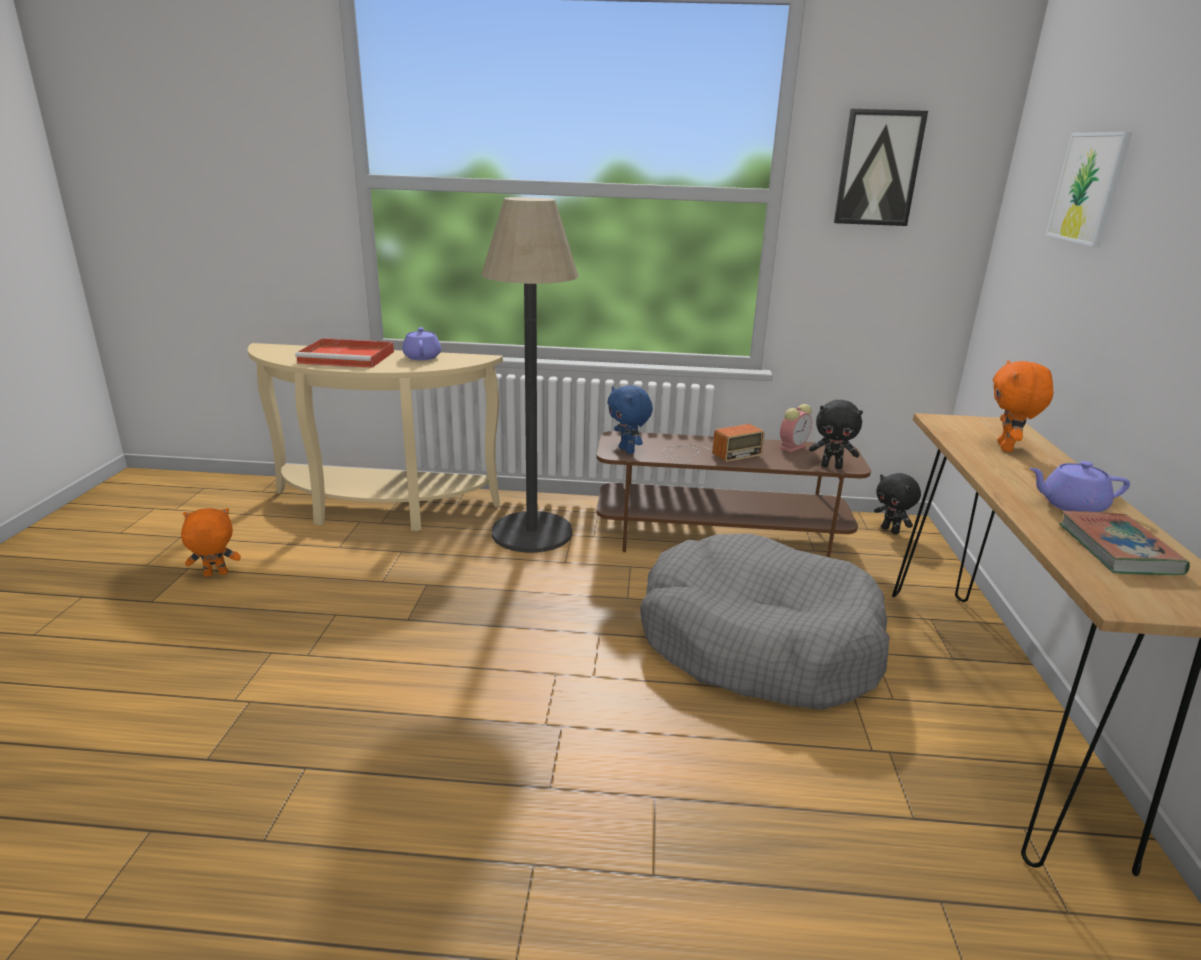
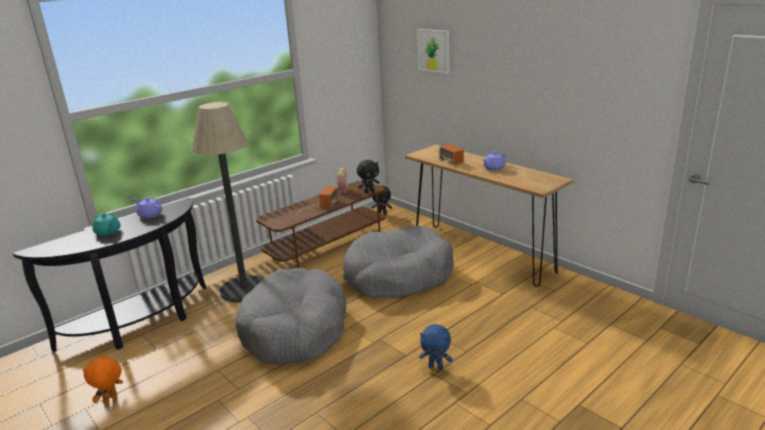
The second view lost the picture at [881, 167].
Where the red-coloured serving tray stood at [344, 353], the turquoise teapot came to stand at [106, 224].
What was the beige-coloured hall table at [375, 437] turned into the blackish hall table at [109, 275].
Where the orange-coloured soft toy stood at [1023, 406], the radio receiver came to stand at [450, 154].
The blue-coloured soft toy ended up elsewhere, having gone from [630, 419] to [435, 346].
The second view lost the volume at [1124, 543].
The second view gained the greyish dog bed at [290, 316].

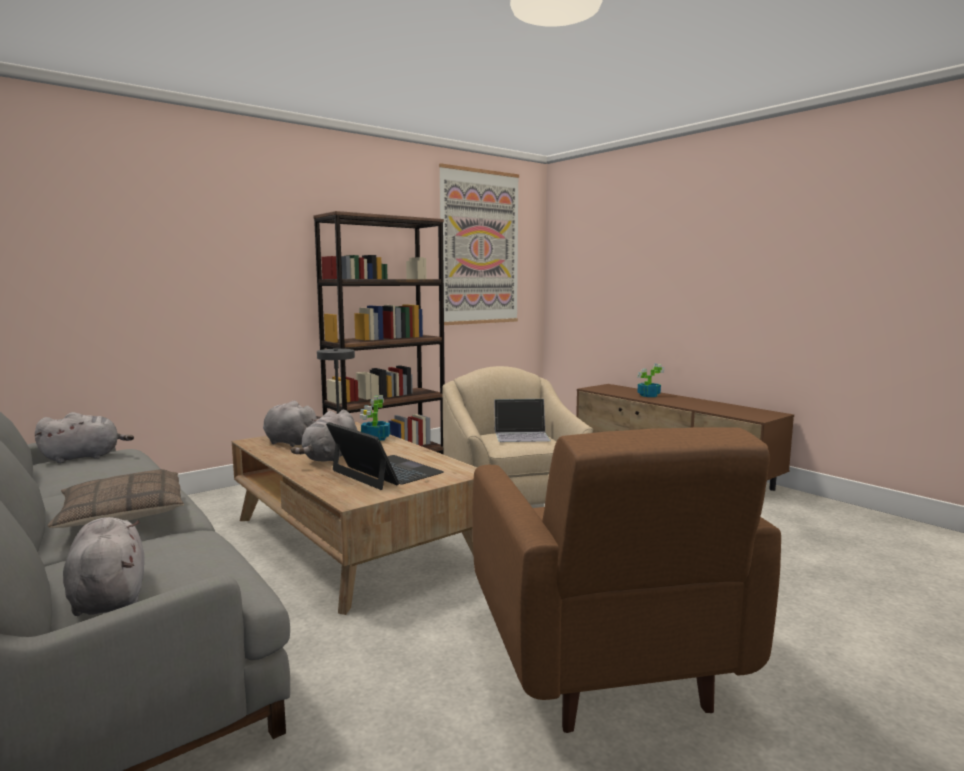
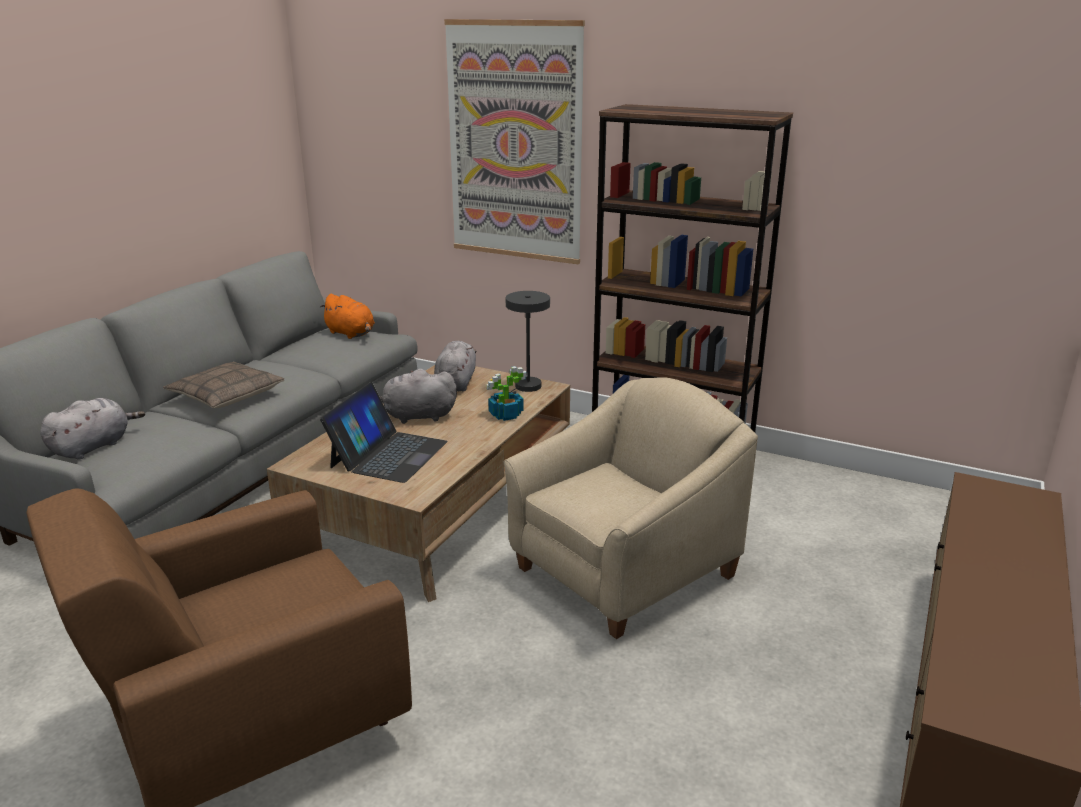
The picture ended up elsewhere, having gone from [479, 244] to [514, 141].
The second view lost the houseplant at [651, 380].
The second view lost the notebook computer at [522, 420].
What was the greyish soft toy at [84, 437] turned into the orange-coloured soft toy at [347, 316].

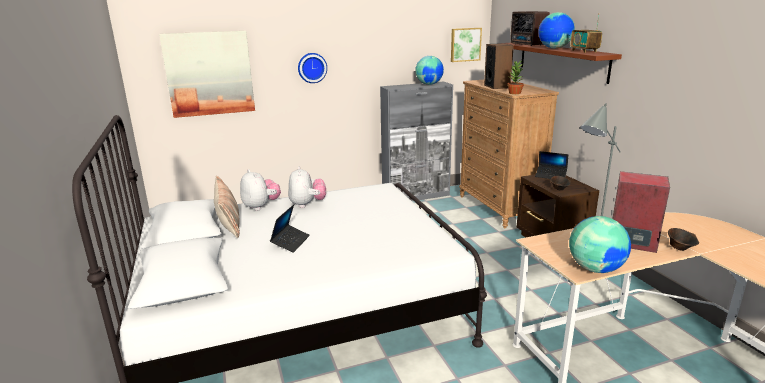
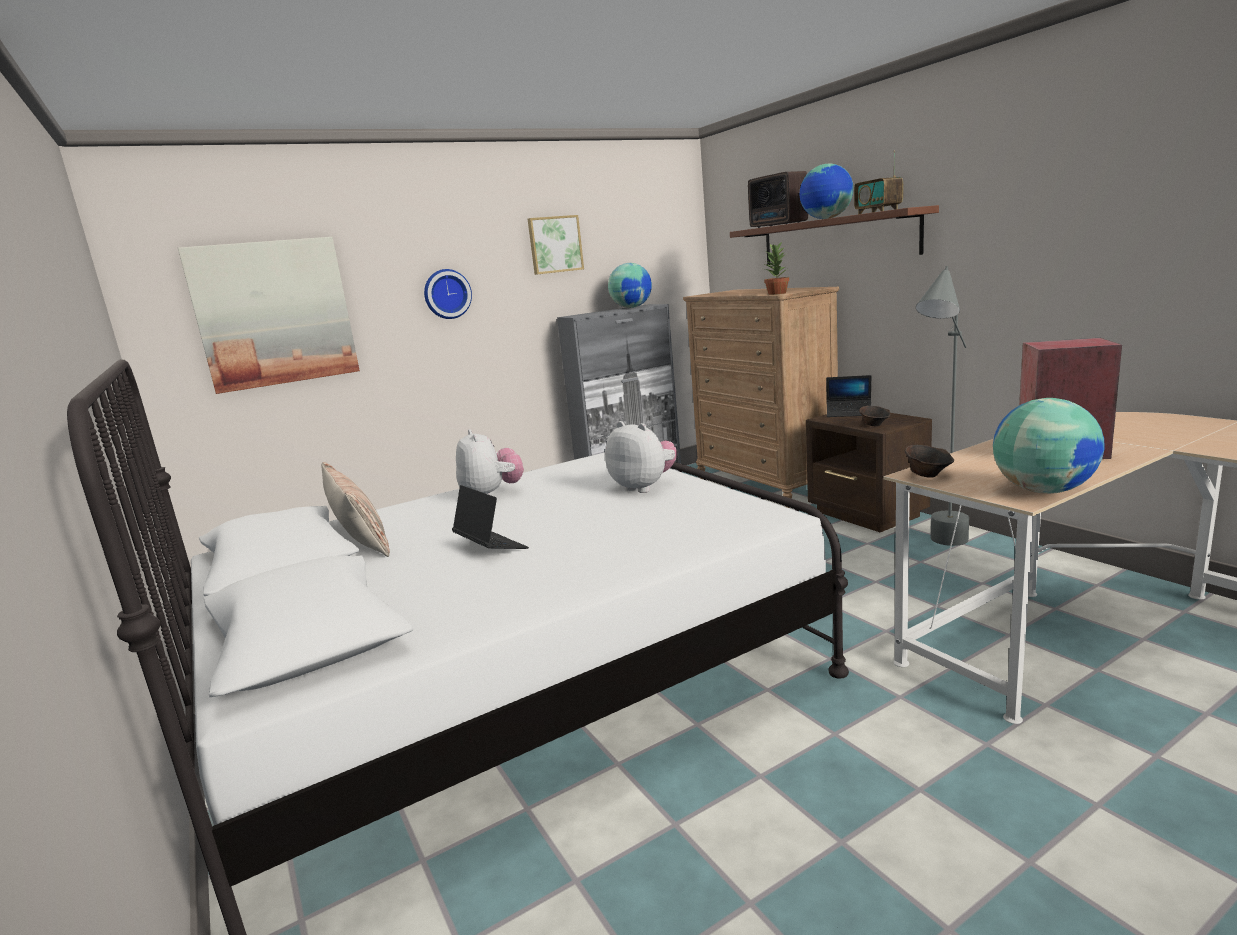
The picture ended up elsewhere, having gone from [466, 45] to [556, 245].
The second view lost the speaker at [499, 66].
The soft toy ended up elsewhere, having gone from [260, 190] to [641, 457].
The notebook computer at [290, 228] ended up facing another way, 45 degrees counterclockwise from before.
The brownish bowl ended up elsewhere, having gone from [683, 239] to [929, 461].

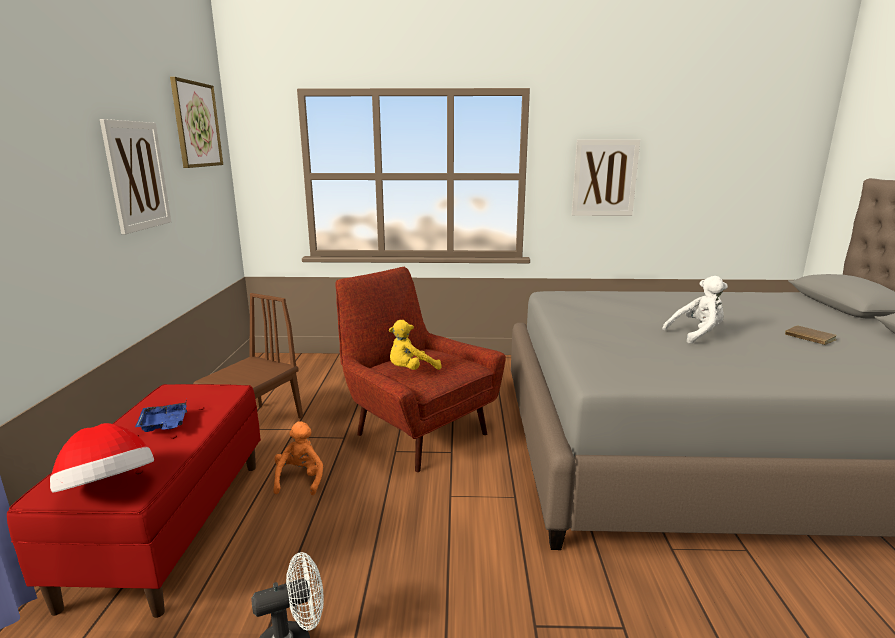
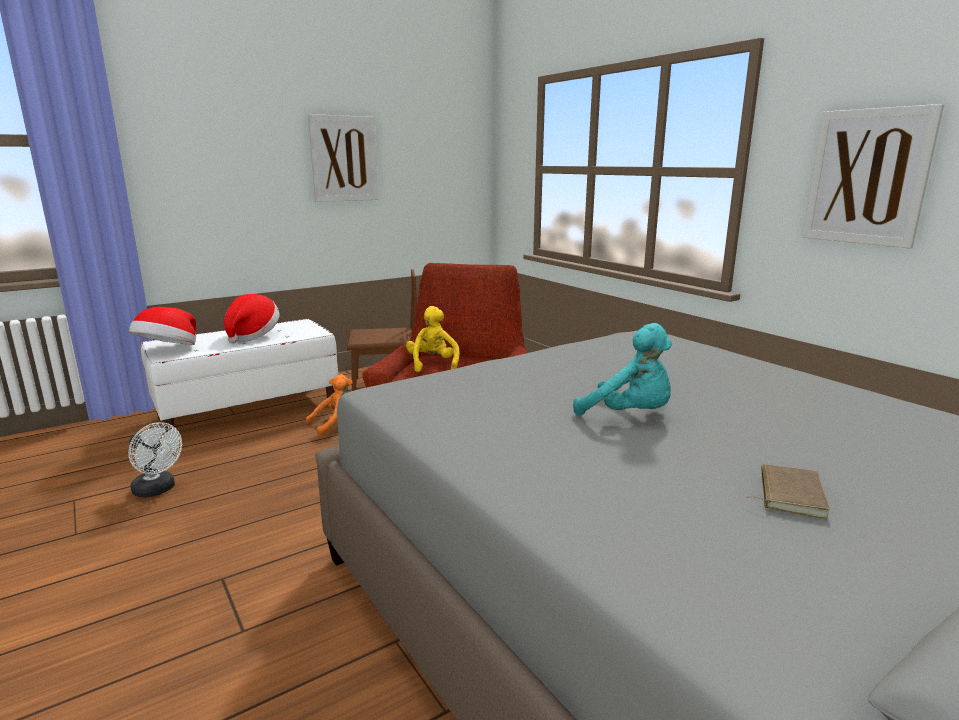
The second view lost the picture at [196, 122].
What was the white-coloured soft toy at [695, 310] turned into the turquoise soft toy at [622, 369].
The yellow-coloured soft toy at [415, 345] ended up facing another way, 60 degrees clockwise from before.
What was the red-coloured bench at [134, 501] turned into the white-coloured bench at [239, 376].
Where the blue-coloured serving tray stood at [161, 415], the clothing hat came to stand at [252, 319].

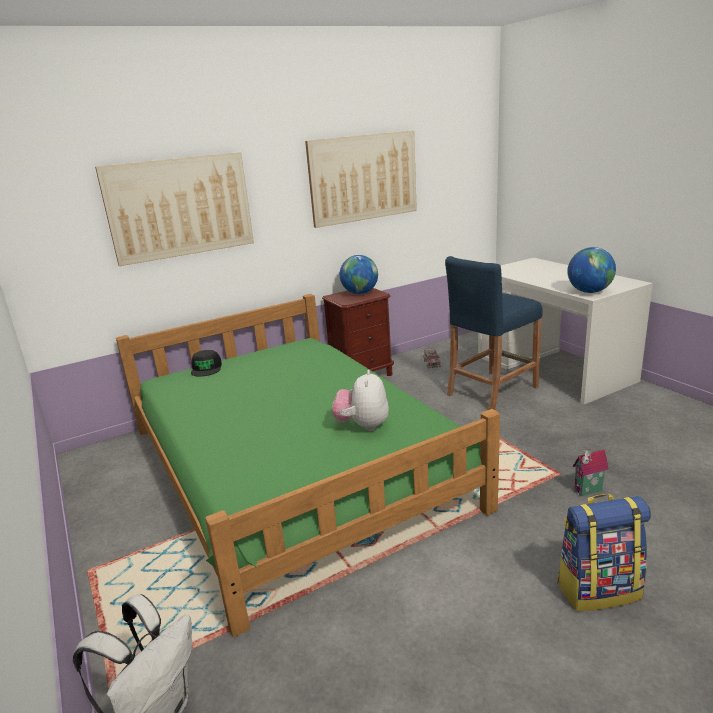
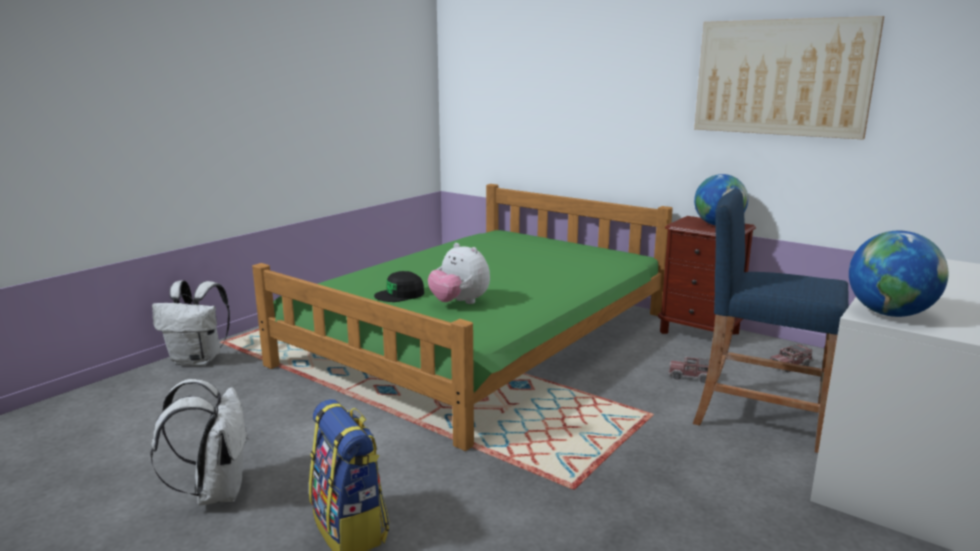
The second view lost the picture at [174, 209].
The blackish peaked cap ended up elsewhere, having gone from [206, 363] to [399, 286].
The soft toy at [360, 400] ended up facing another way, 120 degrees counterclockwise from before.
The second view lost the miniature house at [590, 472].
The second view gained the toy truck at [689, 369].
The second view gained the white-coloured knapsack at [199, 442].

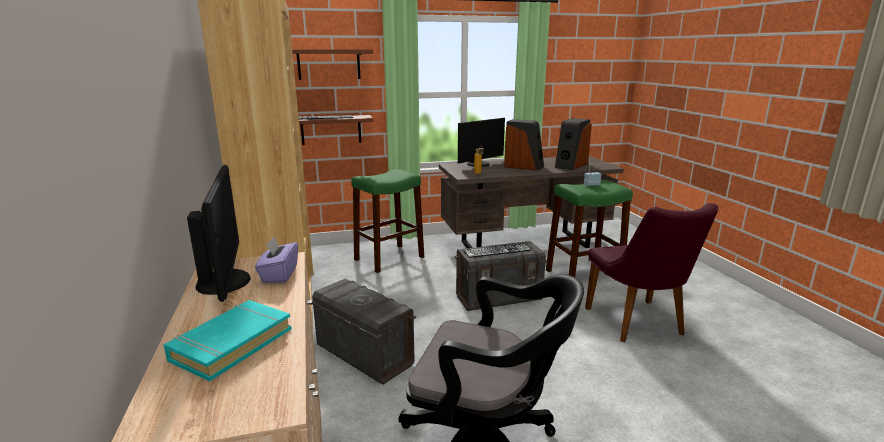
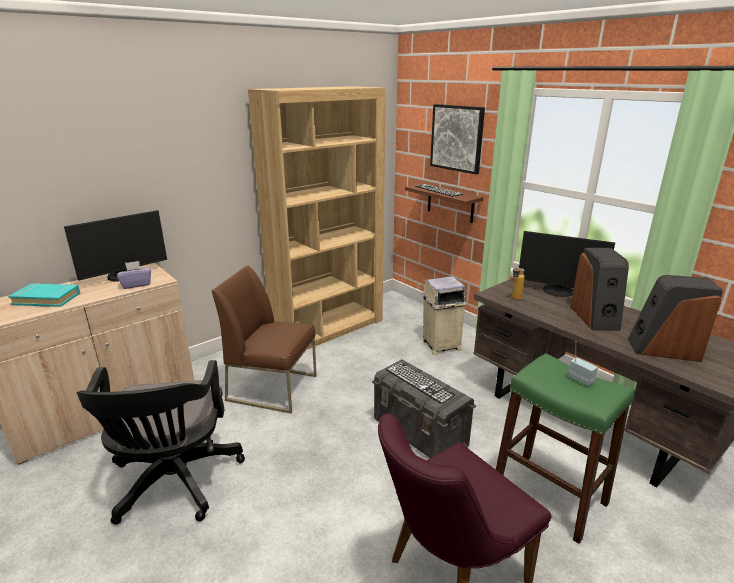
Where the brownish shelf hung at [332, 65], the picture came to hang at [457, 139].
Where the greenish stool seat stood at [387, 221], the beige-coloured rubbish bin came to stand at [444, 315].
Where the greyish storage bin stood at [364, 332], the brownish chair came to stand at [264, 339].

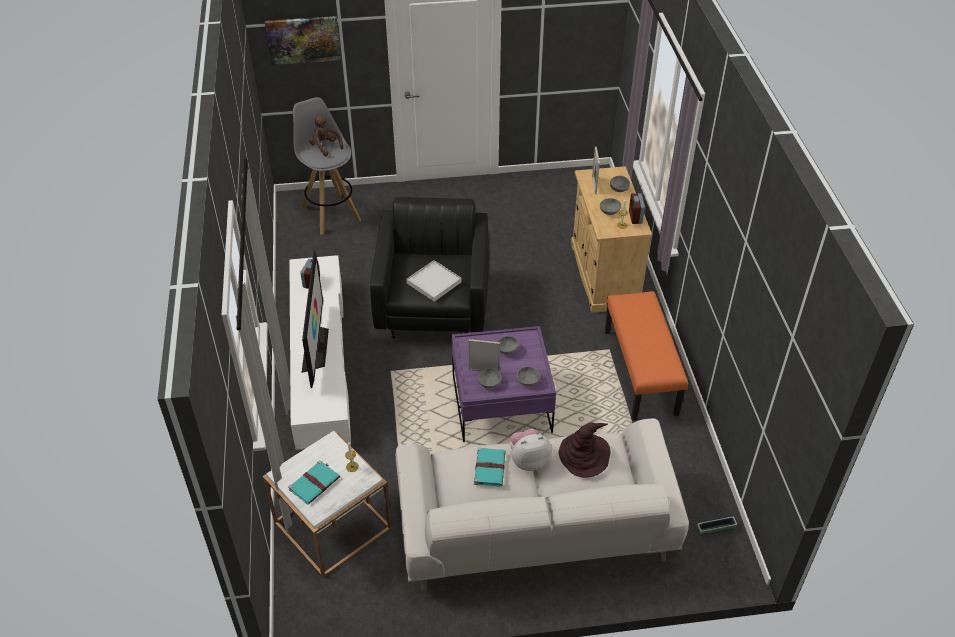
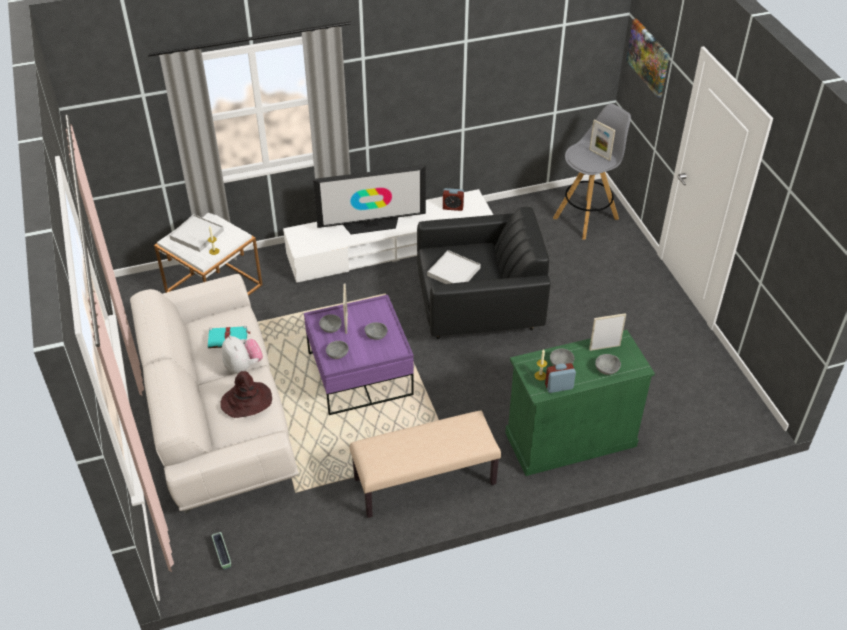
Where the brownish soft toy stood at [326, 136], the standing frame came to stand at [602, 140].
What was the beige-coloured cupboard at [611, 239] turned into the greenish cupboard at [580, 403].
What was the orange-coloured bench at [646, 356] turned into the beige-coloured bench at [425, 464].
Where the turquoise volume stood at [314, 482], the white-coloured serving tray came to stand at [196, 233].

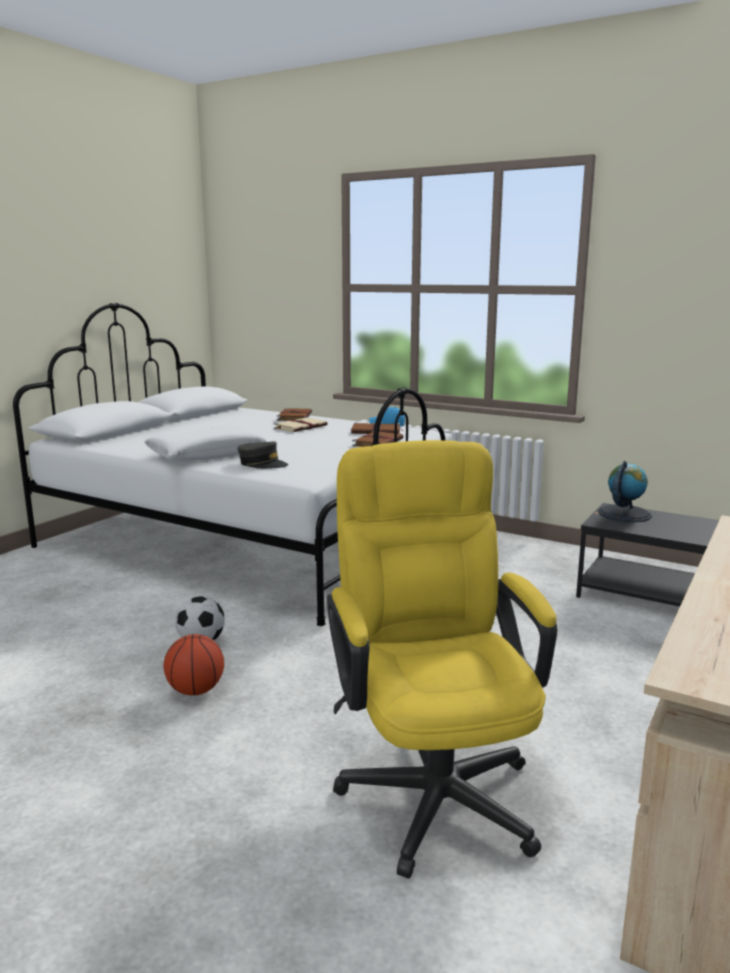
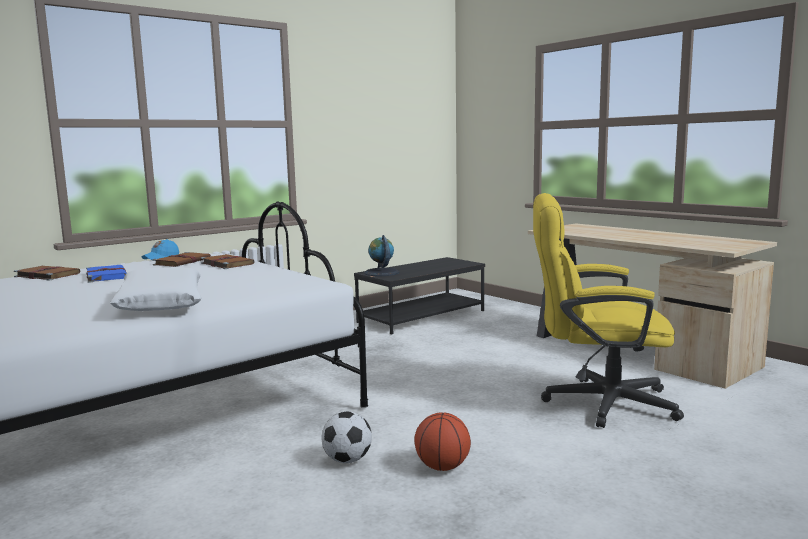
What was the beige-coloured volume at [301, 424] turned into the blue-coloured volume at [106, 274].
The second view lost the greyish peaked cap at [262, 455].

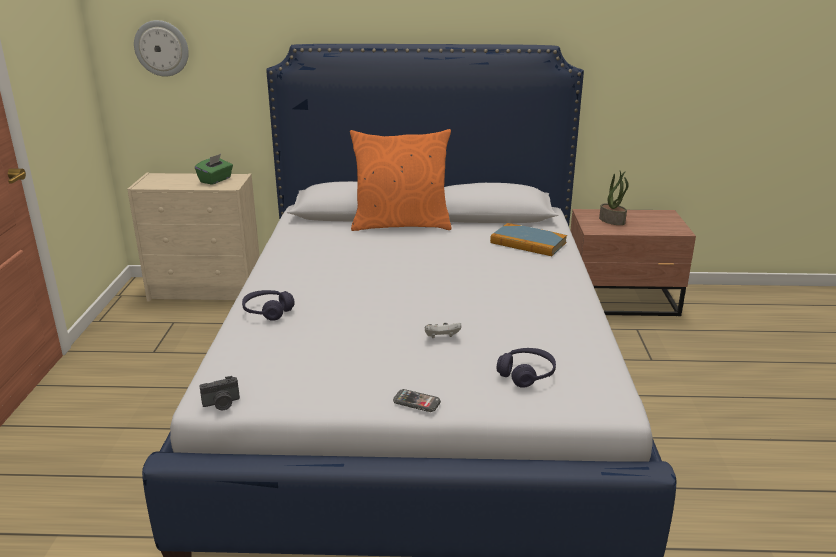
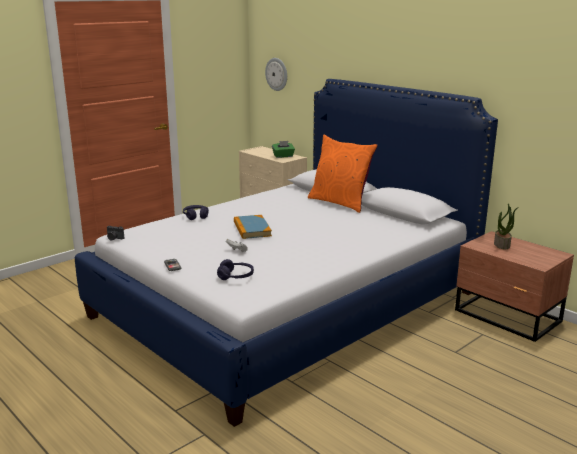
The volume ended up elsewhere, having gone from [528, 239] to [253, 227].

